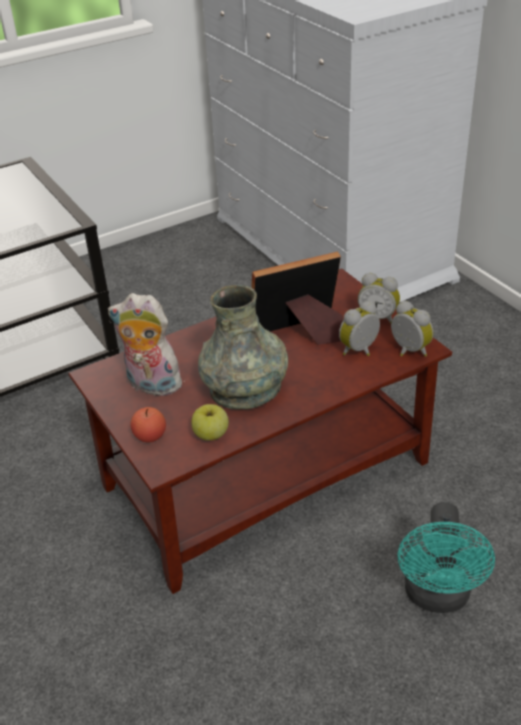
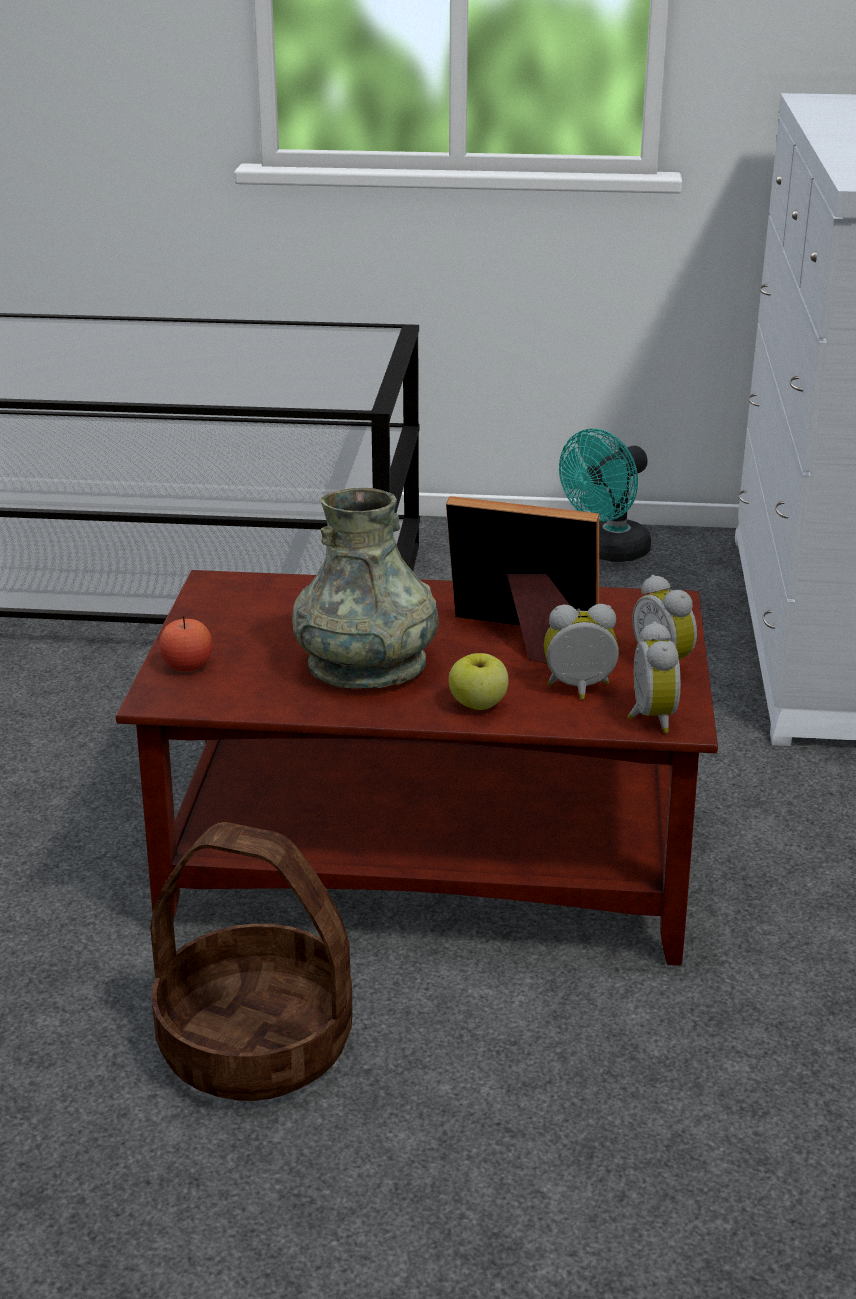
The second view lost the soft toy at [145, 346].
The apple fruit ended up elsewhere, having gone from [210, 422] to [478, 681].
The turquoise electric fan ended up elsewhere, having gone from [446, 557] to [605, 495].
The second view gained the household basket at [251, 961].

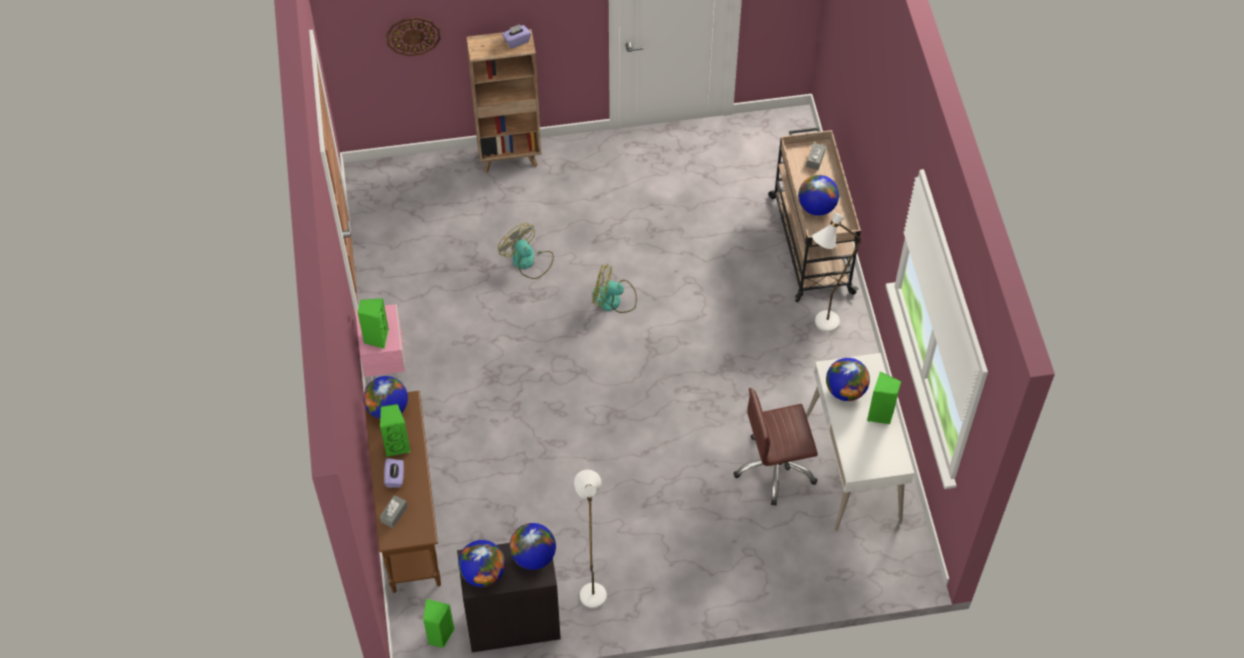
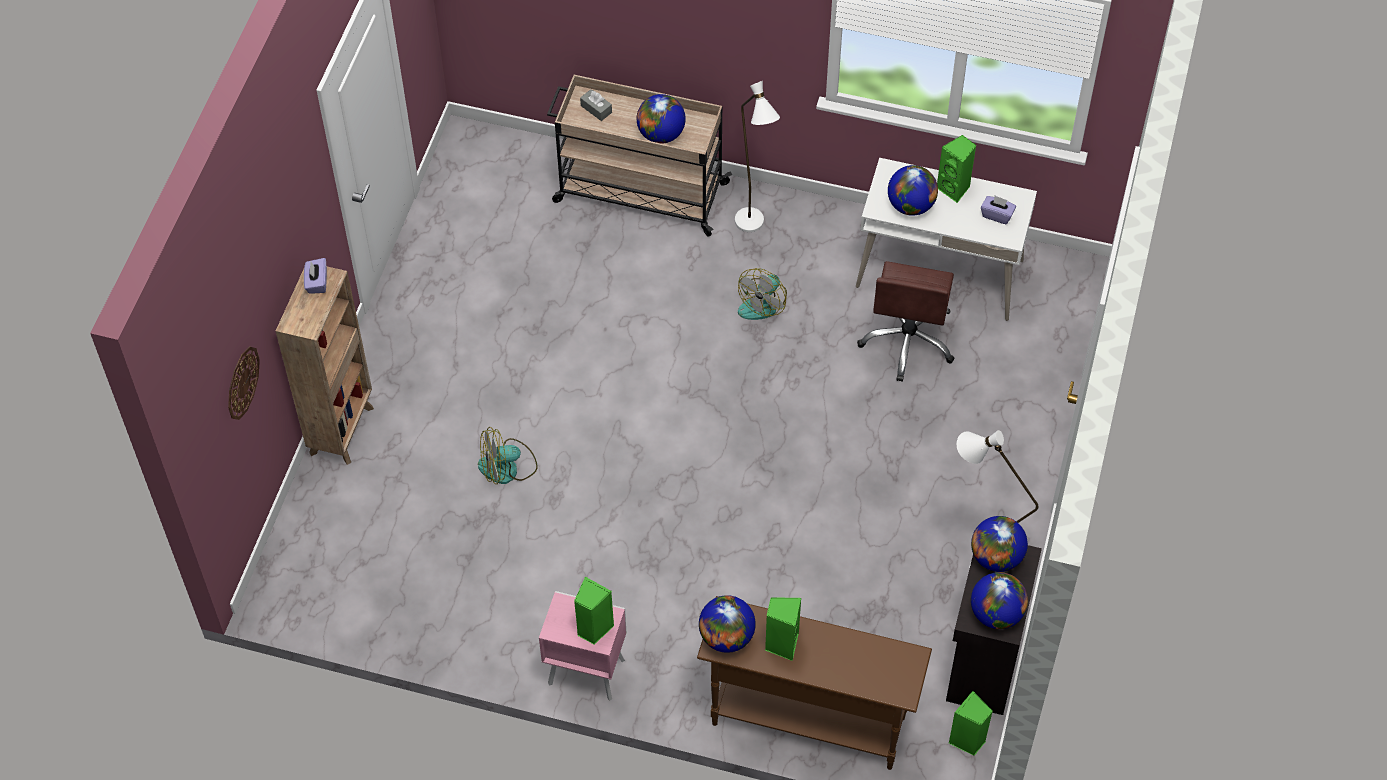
The electric fan ended up elsewhere, having gone from [615, 289] to [762, 294].
The purple-coloured box of tissues ended up elsewhere, having gone from [394, 473] to [998, 210].
The second view lost the greyish box of tissues at [394, 511].

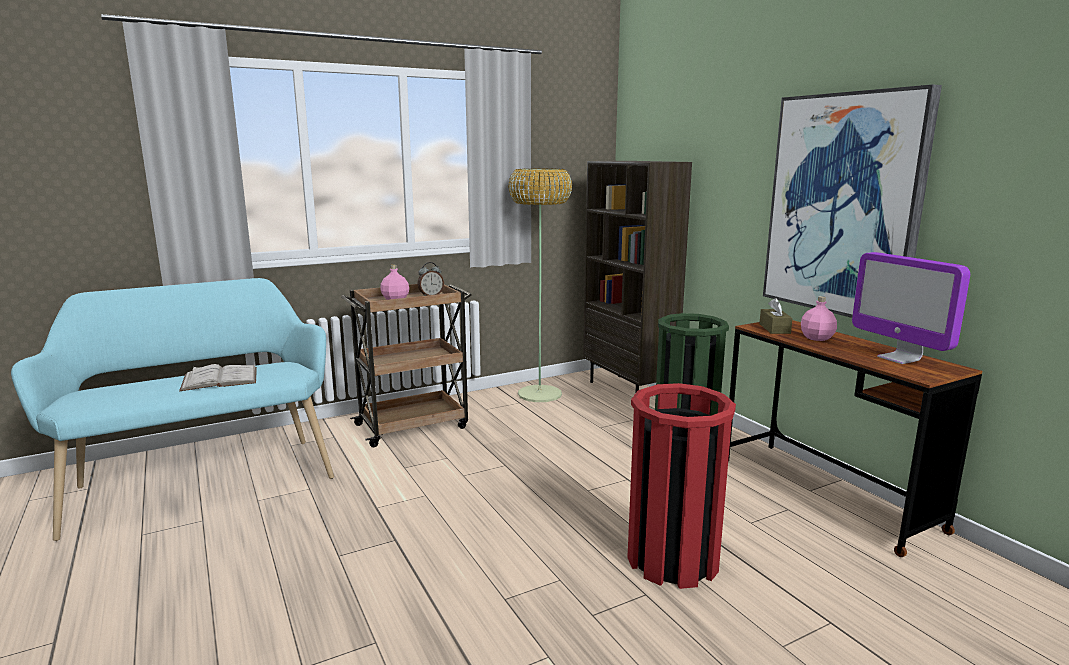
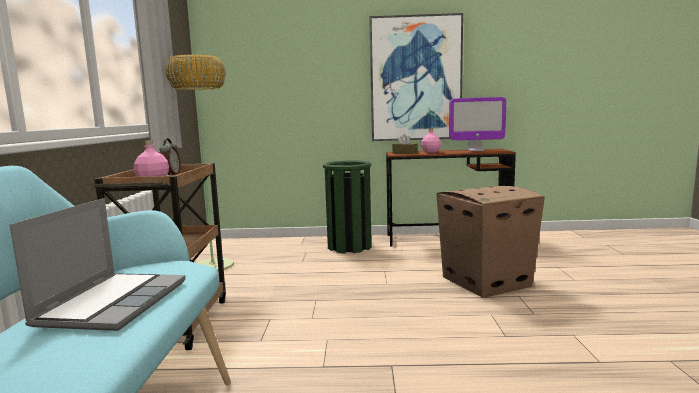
The second view lost the brownish bookcase at [637, 277].
Where the white-coloured volume stood at [218, 377], the notebook computer came to stand at [98, 264].
Where the red-coloured rubbish bin stood at [681, 486], the packing box came to stand at [490, 242].

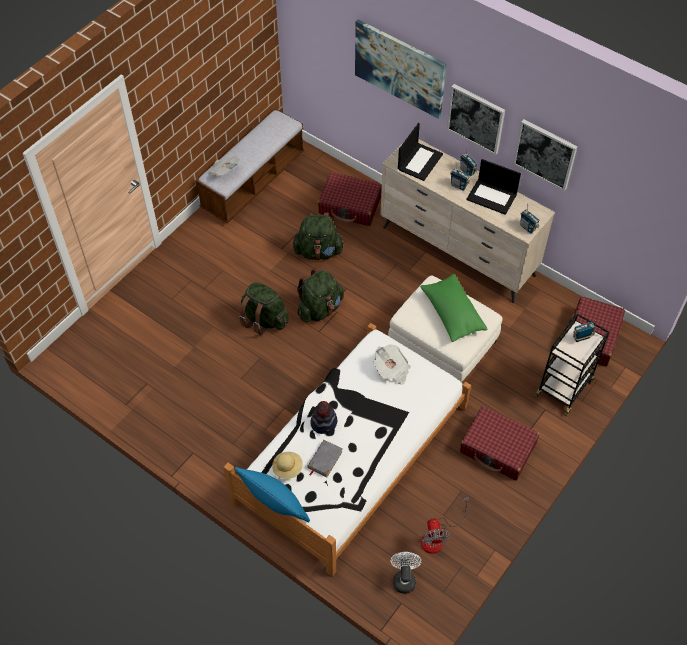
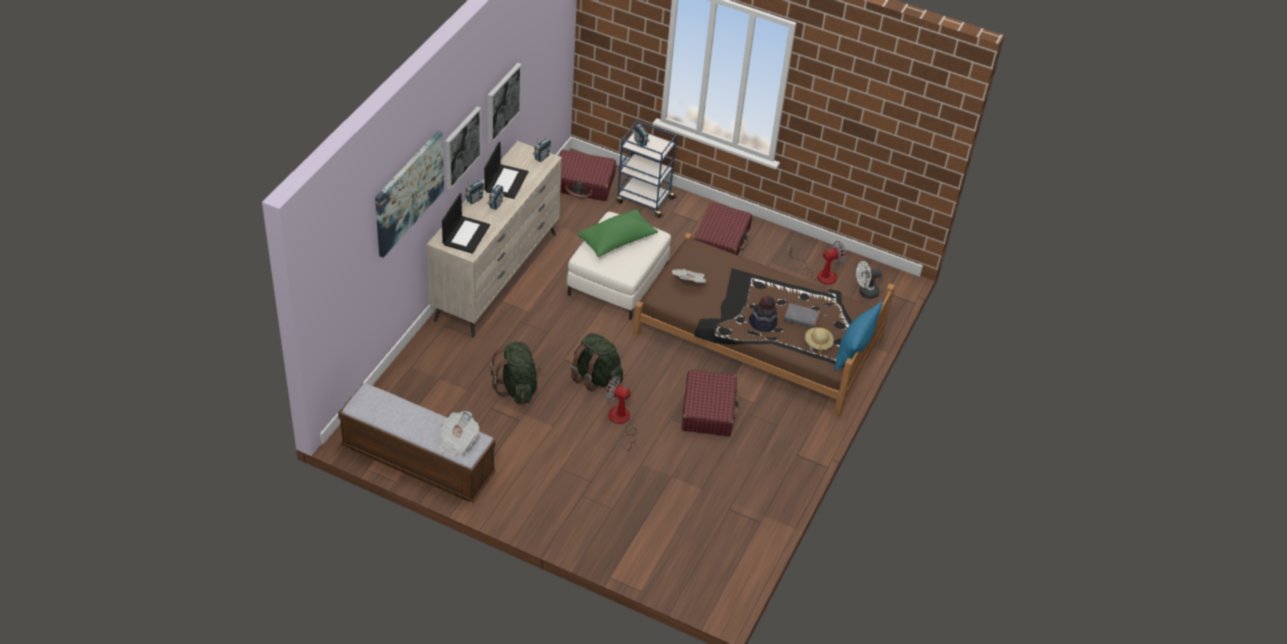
The notebook computer at [420, 152] ended up facing another way, 90 degrees clockwise from before.
The red-coloured suitcase ended up elsewhere, having gone from [350, 199] to [710, 402].
Where the greenish knapsack stood at [264, 308], the electric fan came to stand at [621, 413].
What was the blackish trolley at [571, 364] turned into the blue-coloured trolley at [646, 169].
What was the white-coloured bed at [347, 450] turned into the brownish bed at [764, 325].

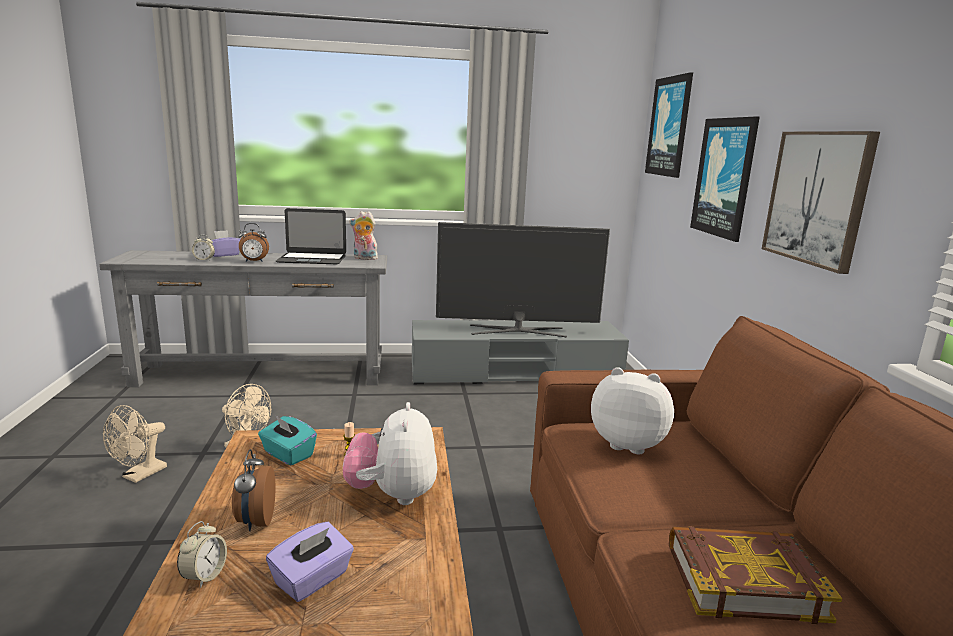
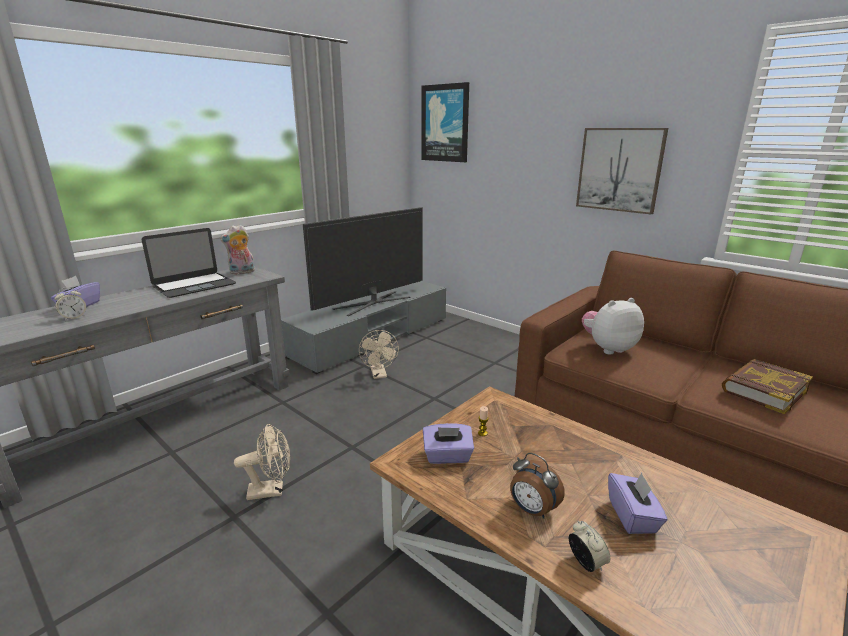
The second view lost the picture at [725, 179].
The second view lost the alarm clock at [253, 242].
The second view lost the soft toy at [390, 453].
The beige-coloured electric fan ended up elsewhere, having gone from [135, 444] to [379, 354].
What was the turquoise box of tissues at [287, 440] turned into the purple-coloured box of tissues at [448, 443].

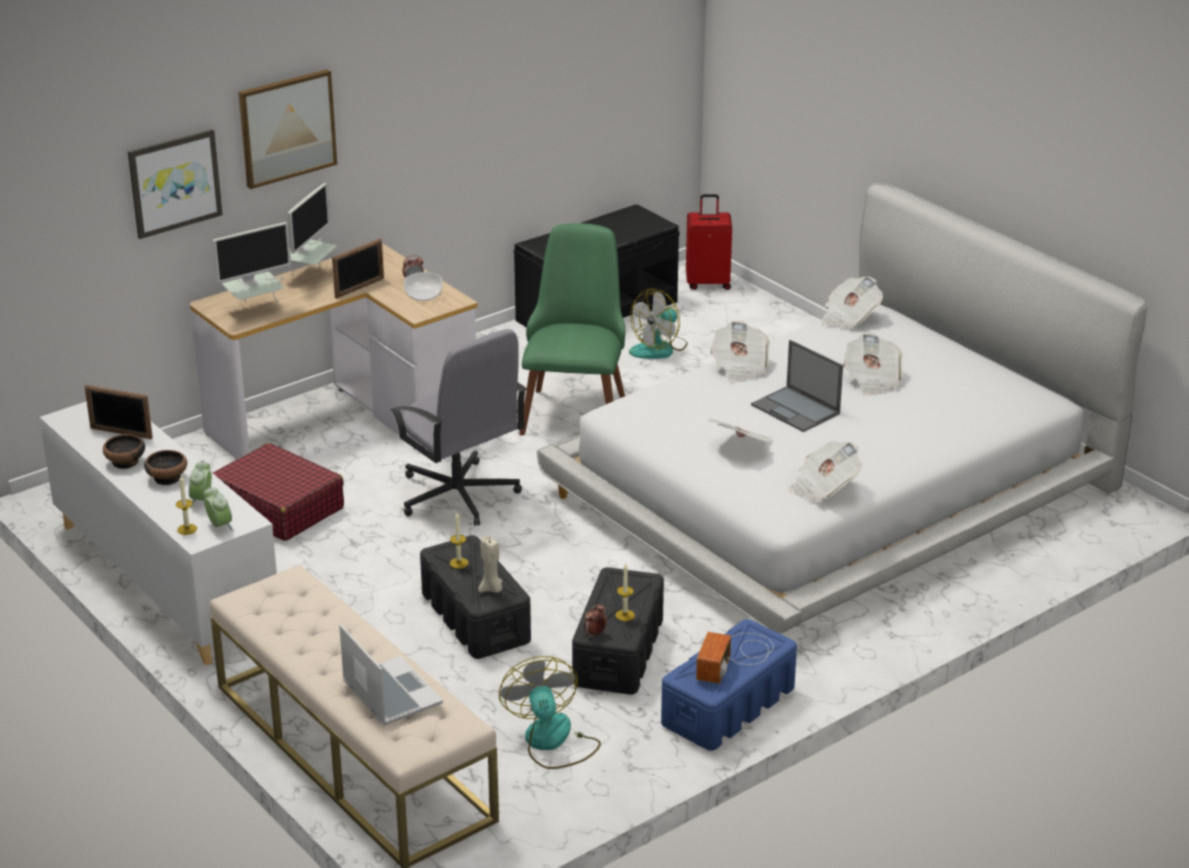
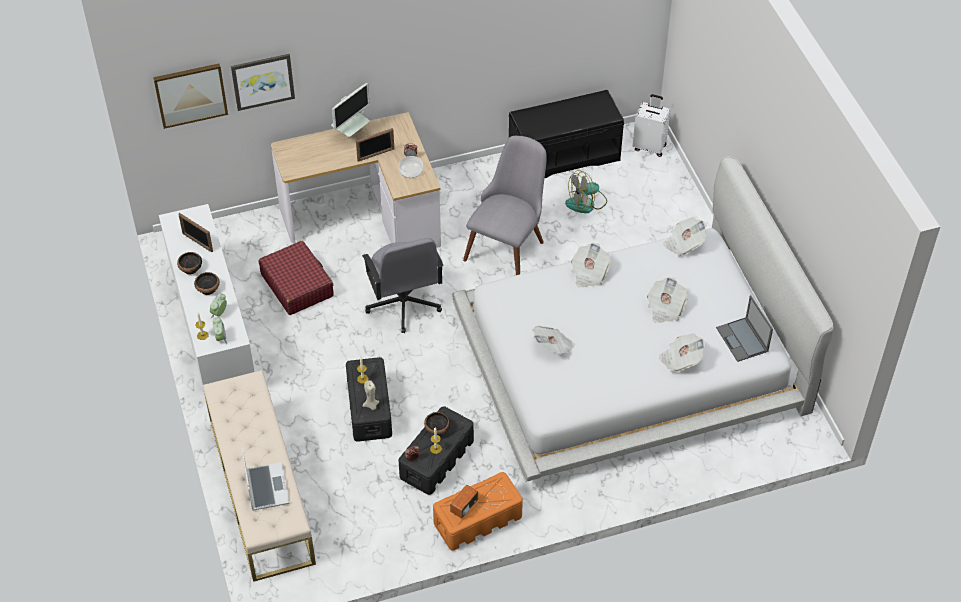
The picture ended up elsewhere, having gone from [287, 129] to [190, 96].
What was the red-coloured suitcase at [709, 242] turned into the white-coloured suitcase at [651, 125].
The second view lost the computer display at [252, 263].
What was the greenish chair at [572, 329] turned into the greyish chair at [504, 205].
The notebook computer ended up elsewhere, having gone from [797, 386] to [744, 328].
The newspaper ended up elsewhere, having gone from [825, 471] to [682, 353].
What was the blue-coloured storage bin at [729, 685] turned into the orange-coloured storage bin at [478, 511].
The second view lost the electric fan at [550, 712].
The second view gained the bowl at [437, 423].

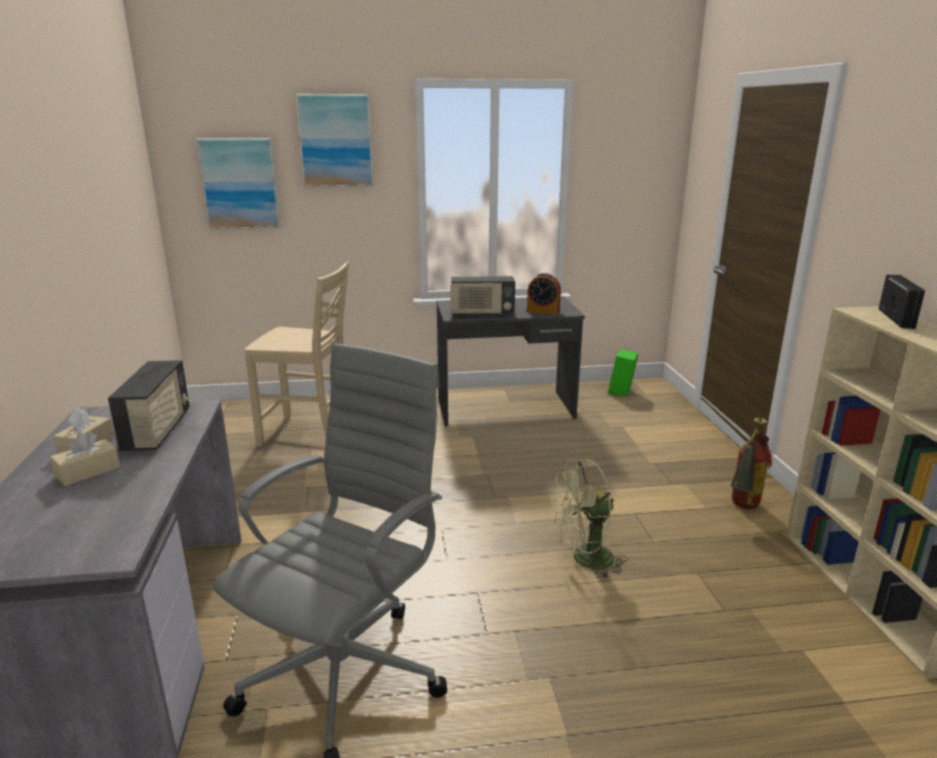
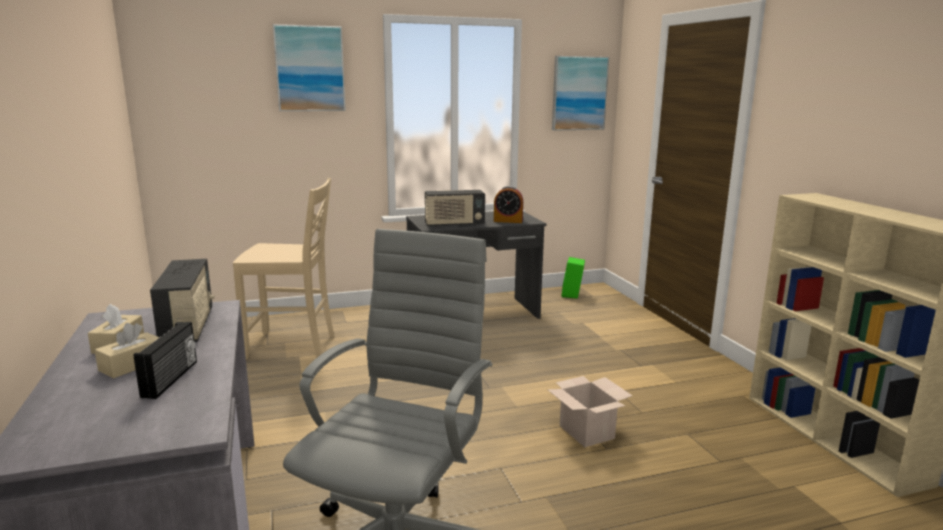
The picture ended up elsewhere, having gone from [238, 183] to [580, 93].
The radio receiver ended up elsewhere, having gone from [902, 302] to [165, 360].
The second view lost the fire extinguisher at [751, 463].
Where the greenish electric fan stood at [589, 519], the packing box came to stand at [589, 411].

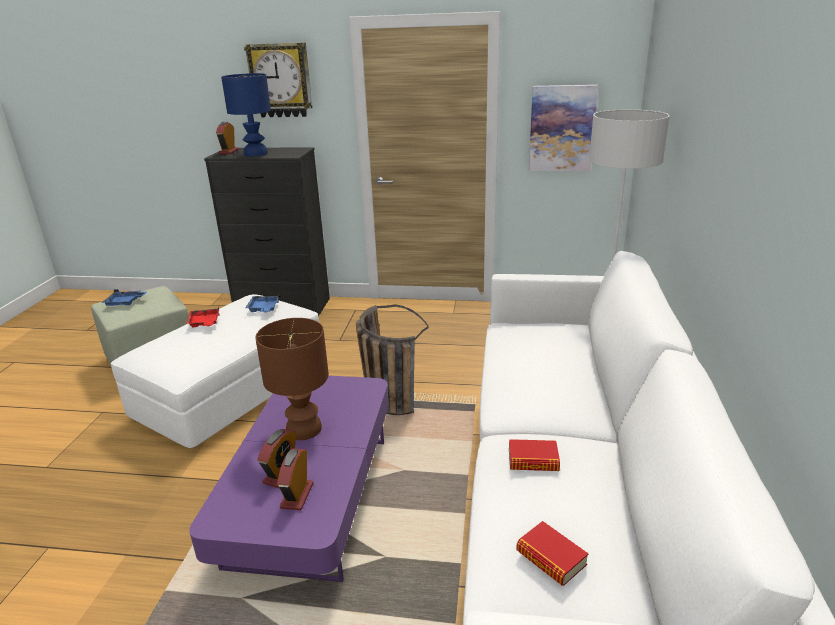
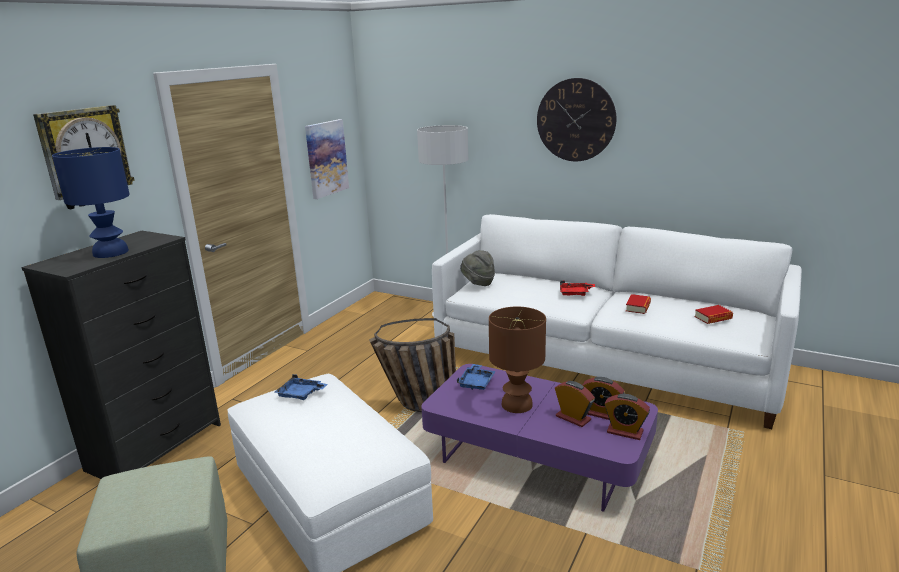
The alarm clock ended up elsewhere, having gone from [227, 138] to [627, 417].
The blue-coloured serving tray ended up elsewhere, having gone from [124, 297] to [476, 377].
The red-coloured serving tray ended up elsewhere, having gone from [203, 317] to [577, 288].
The second view gained the hanging clock at [576, 119].
The second view gained the greyish clothing hat at [477, 268].

